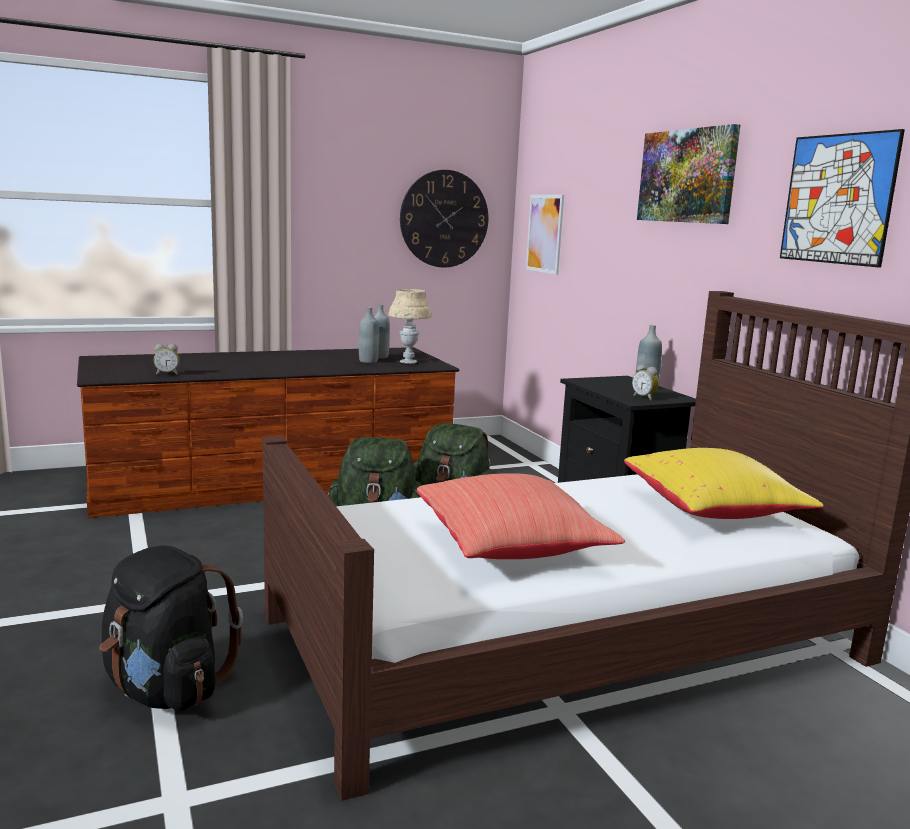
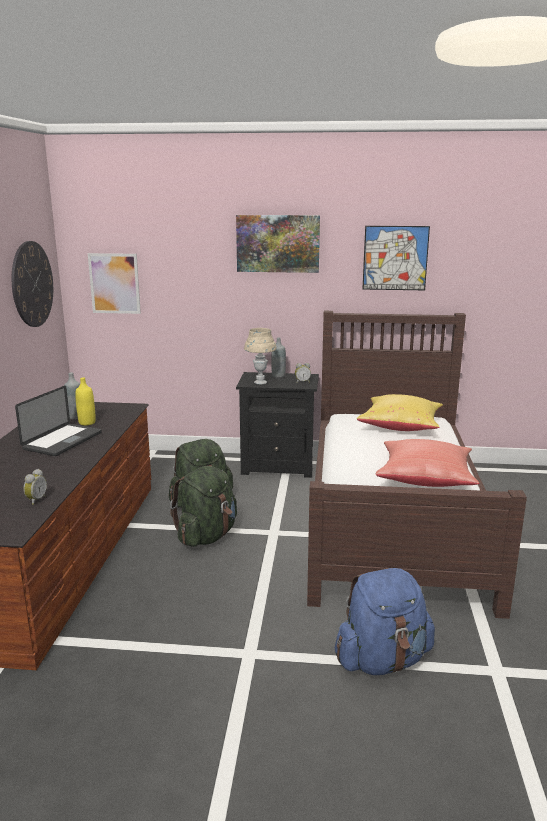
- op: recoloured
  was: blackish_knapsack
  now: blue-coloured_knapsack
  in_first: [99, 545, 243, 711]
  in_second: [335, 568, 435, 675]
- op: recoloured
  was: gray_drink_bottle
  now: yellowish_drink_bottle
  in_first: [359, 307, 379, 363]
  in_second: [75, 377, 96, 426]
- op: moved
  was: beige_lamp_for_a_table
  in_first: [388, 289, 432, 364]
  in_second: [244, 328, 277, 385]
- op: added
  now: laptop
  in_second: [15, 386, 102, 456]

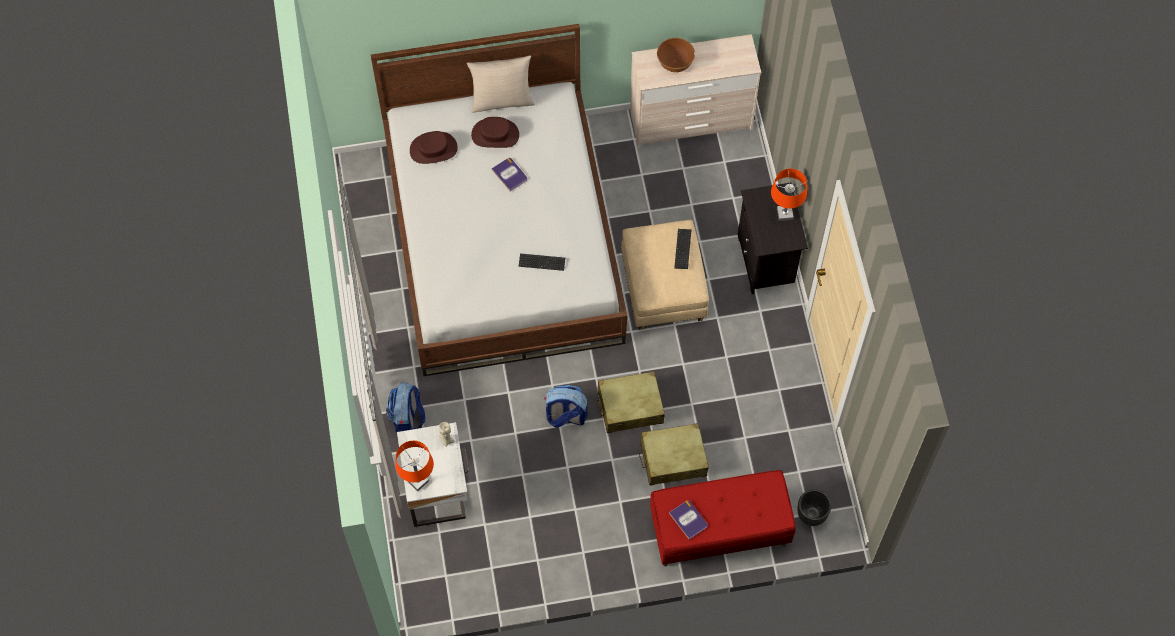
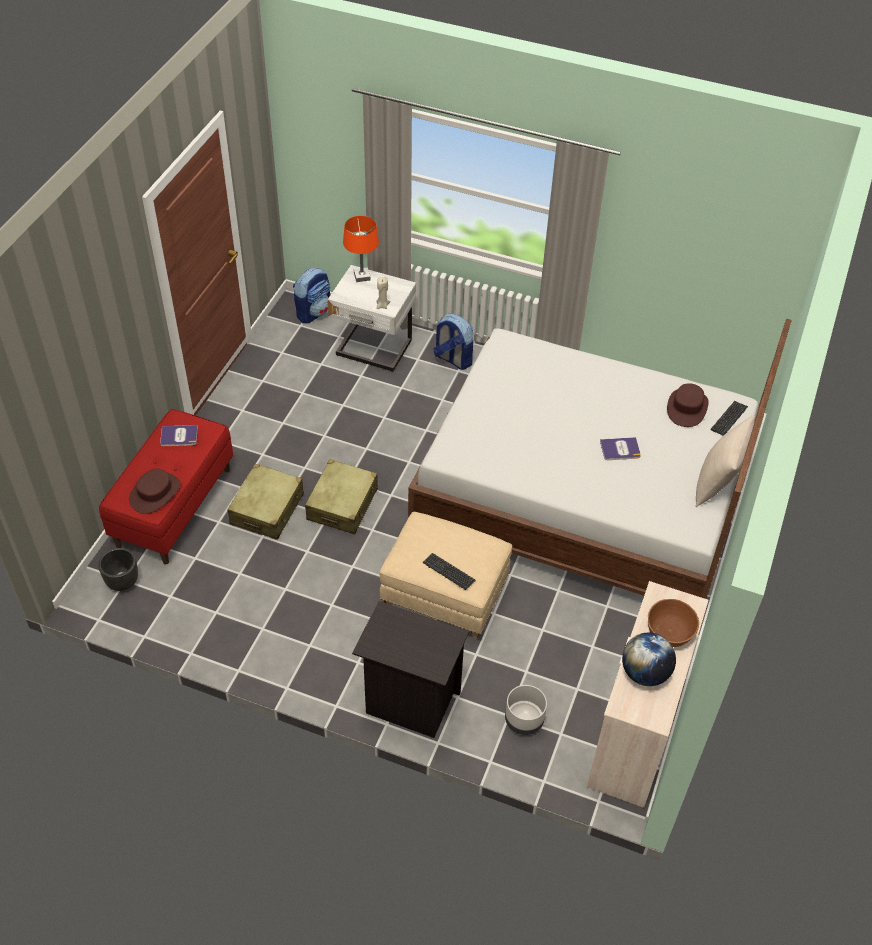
- op: moved
  was: brownish_wearable_hat
  in_first: [471, 117, 519, 148]
  in_second: [129, 468, 181, 514]
- op: moved
  was: keyboard
  in_first: [519, 253, 565, 271]
  in_second: [710, 401, 748, 436]
- op: moved
  was: knapsack
  in_first: [544, 385, 588, 428]
  in_second: [293, 268, 330, 323]
- op: removed
  was: orange-coloured_lamp_for_a_table
  in_first: [771, 169, 807, 221]
- op: added
  now: gray_plant_pot
  in_second: [505, 685, 547, 735]
- op: added
  now: desk_globe
  in_second: [622, 633, 676, 686]

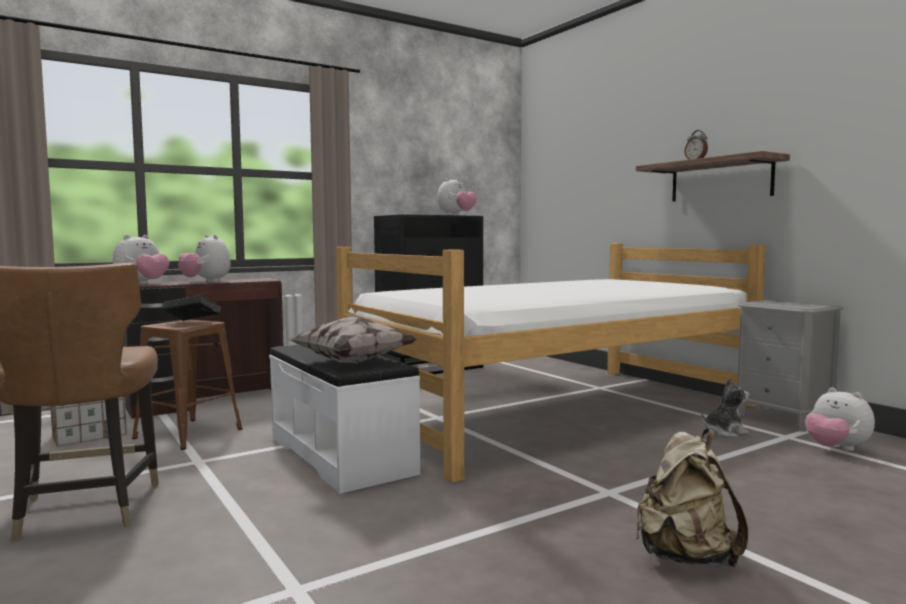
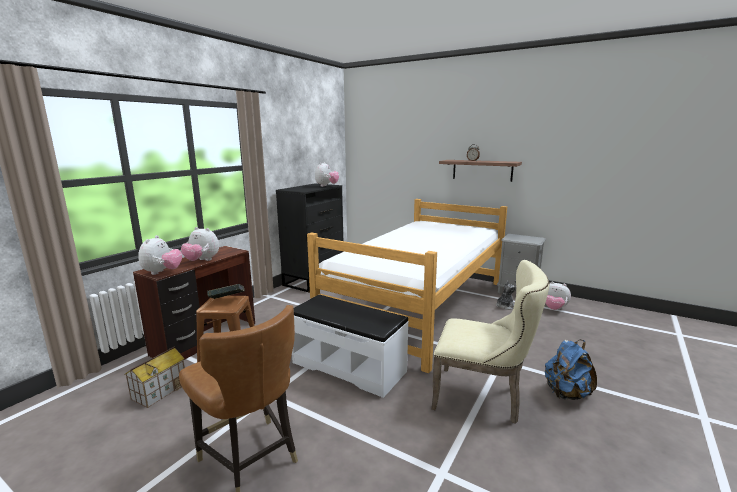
- op: removed
  was: pillow
  in_first: [289, 316, 417, 364]
- op: recoloured
  was: beige_knapsack
  now: blue-coloured_knapsack
  in_first: [635, 429, 748, 567]
  in_second: [545, 340, 597, 400]
- op: added
  now: beige_chair
  in_second: [431, 260, 549, 424]

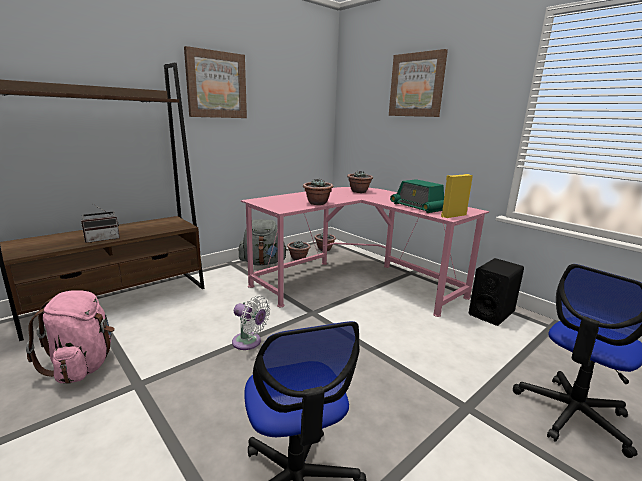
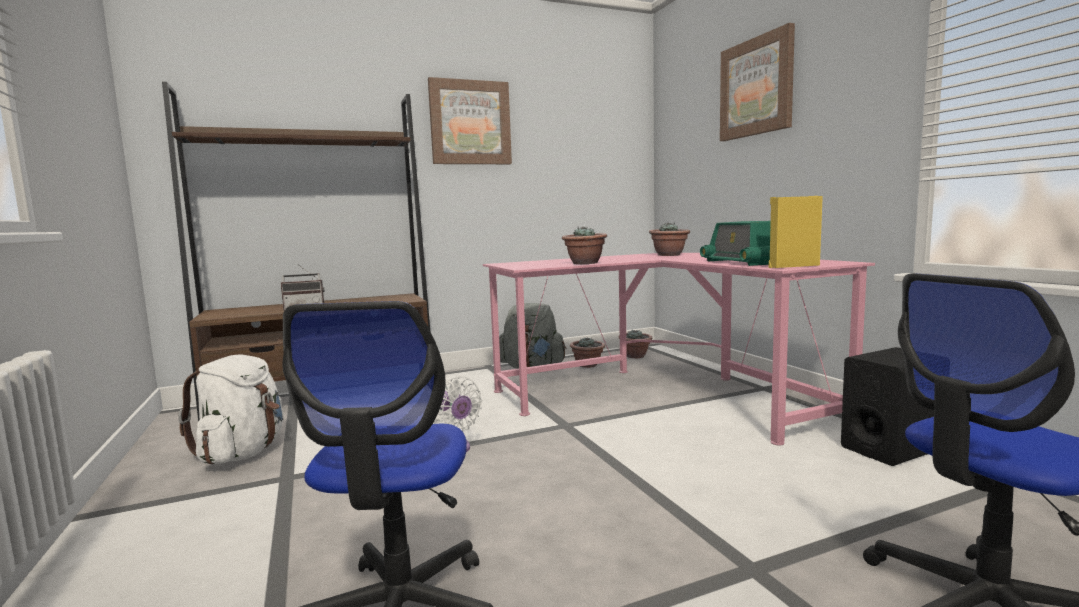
- op: recoloured
  was: pink-coloured_knapsack
  now: whitish_knapsack
  in_first: [26, 290, 115, 384]
  in_second: [178, 355, 283, 465]

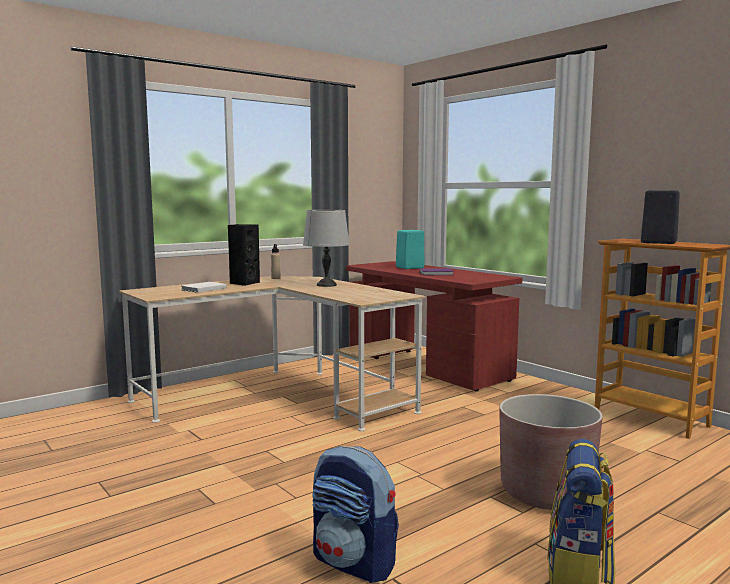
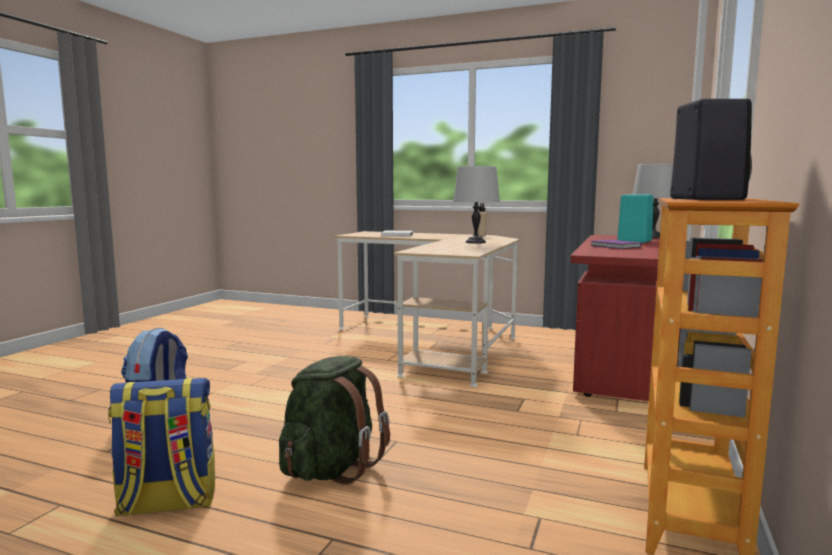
- op: removed
  was: blackish_speaker
  in_first: [228, 224, 260, 286]
- op: replaced
  was: brownish_plant_pot
  now: greenish_knapsack
  in_first: [500, 394, 603, 510]
  in_second: [279, 356, 390, 485]
- op: added
  now: gray_lamp_for_a_table
  in_second: [633, 164, 673, 238]

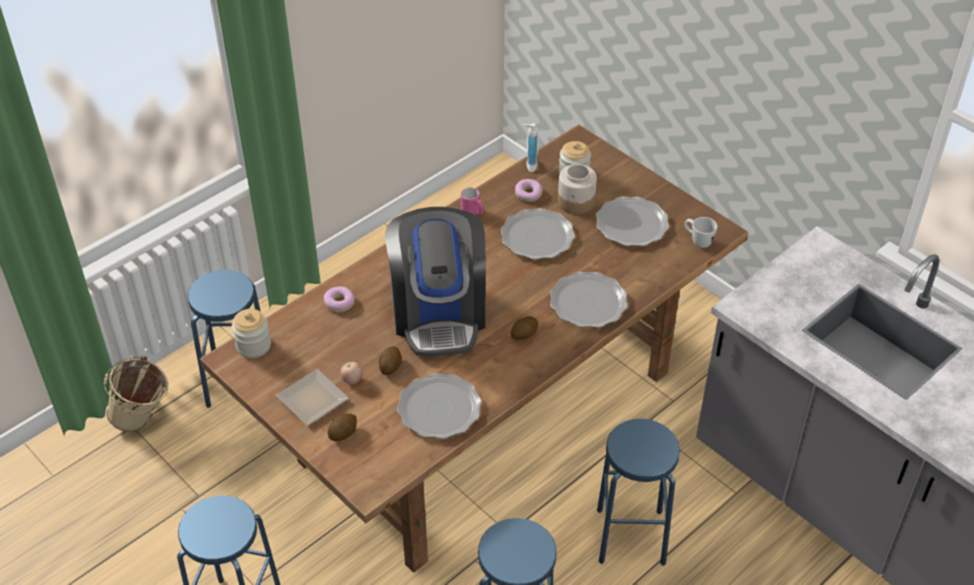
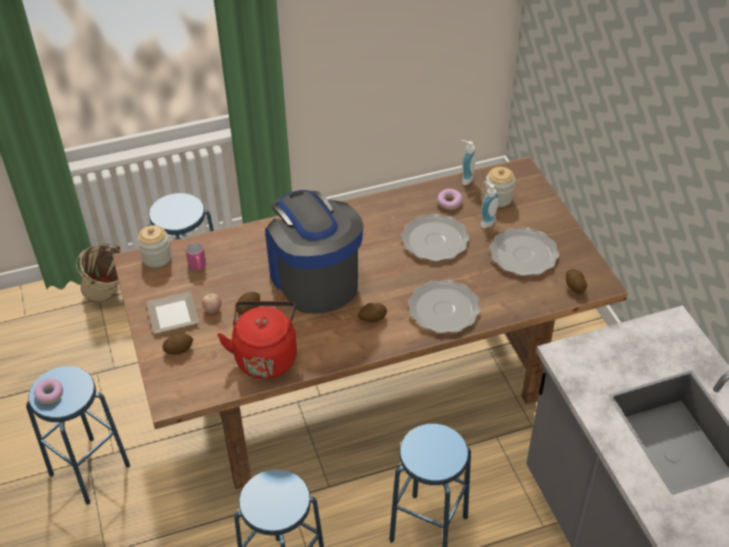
- op: moved
  was: ring_doughnut
  in_first: [324, 286, 354, 312]
  in_second: [34, 378, 63, 404]
- op: turned
  was: coffee_machine
  in_first: [385, 207, 486, 356]
  in_second: [265, 190, 363, 314]
  clockwise: 135
- op: replaced
  was: plate
  now: red-coloured_water_kettle
  in_first: [397, 373, 482, 439]
  in_second: [217, 301, 297, 379]
- op: moved
  was: pink-coloured_mug
  in_first: [461, 187, 484, 216]
  in_second: [185, 242, 206, 270]
- op: replaced
  was: jar
  now: liquid_soap_bottle
  in_first: [558, 164, 597, 215]
  in_second: [481, 181, 499, 228]
- op: replaced
  was: whitish_mug
  now: whole_potato
  in_first: [684, 217, 717, 248]
  in_second: [566, 269, 587, 294]

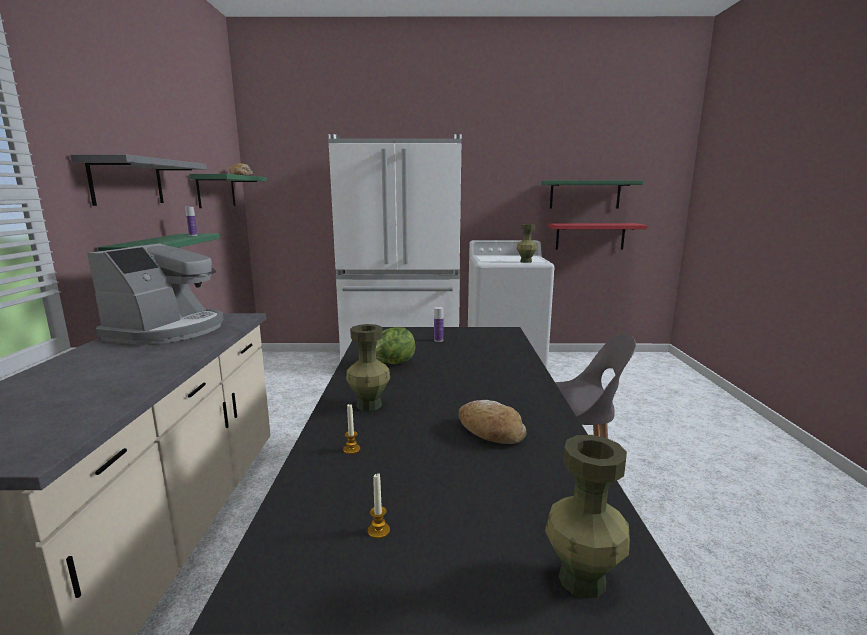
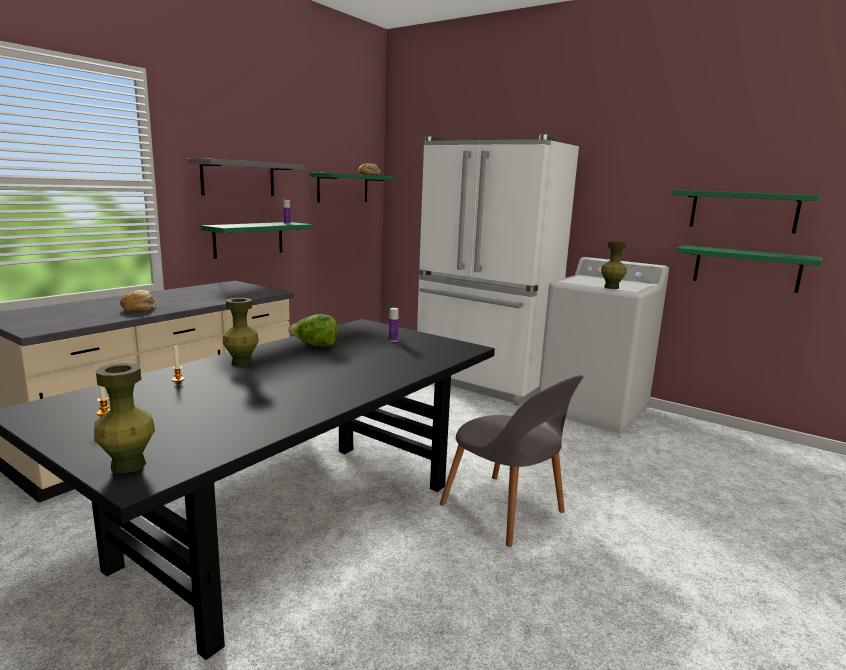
- op: removed
  was: coffee_machine
  in_first: [87, 243, 224, 345]
- op: moved
  was: baked_bread
  in_first: [458, 400, 526, 444]
  in_second: [120, 290, 156, 312]
- op: recoloured
  was: red-coloured_bracket_shelf
  now: greenish_bracket_shelf
  in_first: [547, 223, 648, 249]
  in_second: [676, 245, 823, 293]

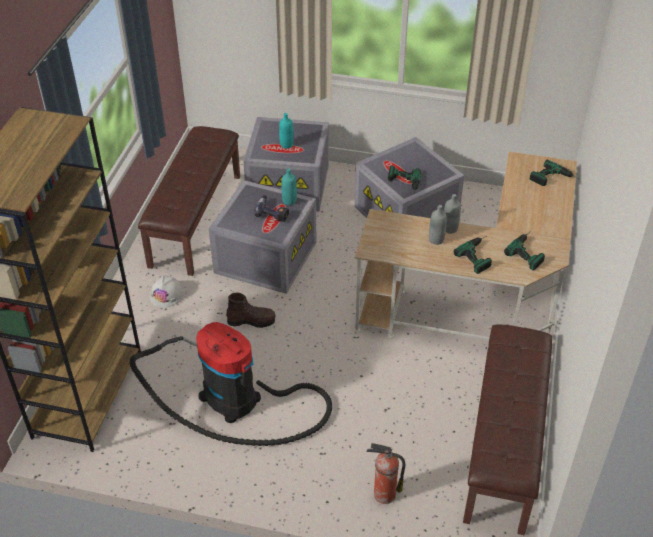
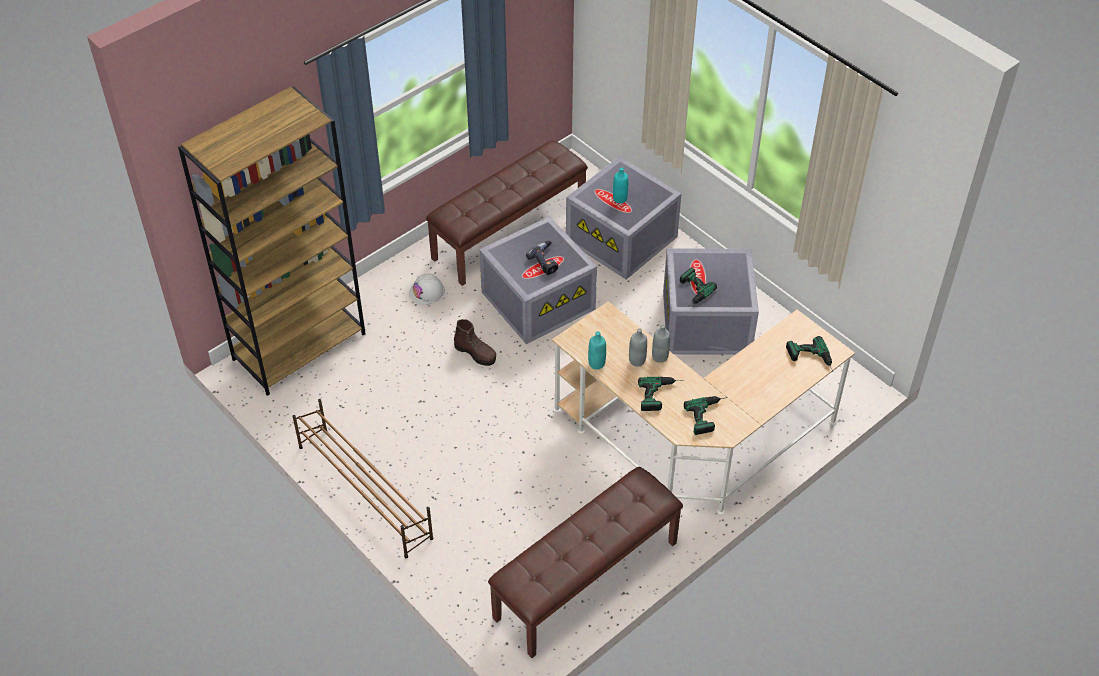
- op: removed
  was: hoover
  in_first: [130, 322, 332, 446]
- op: moved
  was: turquoise_drink_bottle
  in_first: [282, 169, 297, 205]
  in_second: [588, 331, 606, 370]
- op: removed
  was: fire-fighting_cylinder
  in_first: [367, 443, 405, 504]
- op: added
  now: brownish_shoe_stand
  in_second: [293, 399, 433, 558]

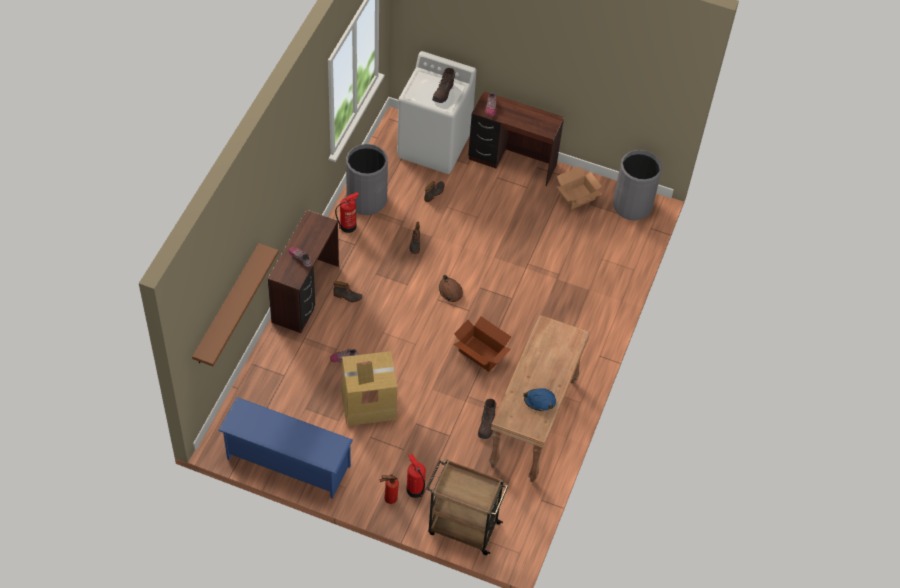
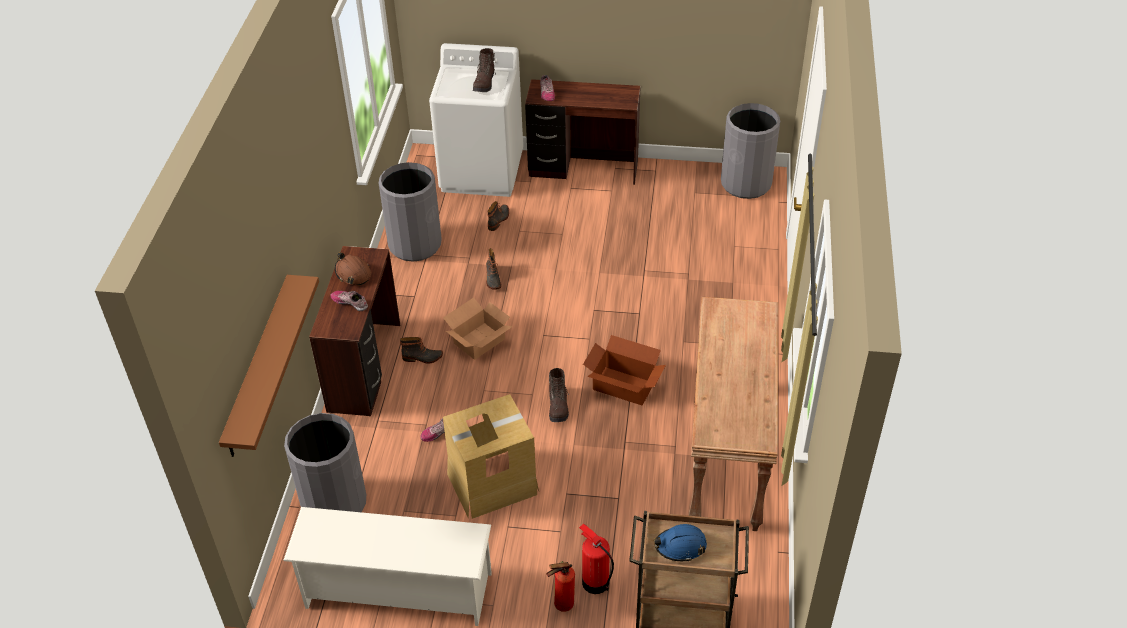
- op: recoloured
  was: blue-coloured_shoe_stand
  now: whitish_shoe_stand
  in_first: [218, 397, 353, 499]
  in_second: [283, 507, 492, 626]
- op: removed
  was: fire-fighting_cylinder
  in_first: [335, 192, 359, 233]
- op: moved
  was: brownish_safety_helmet
  in_first: [439, 275, 463, 302]
  in_second: [335, 252, 371, 286]
- op: moved
  was: brownish_boot
  in_first: [478, 399, 497, 439]
  in_second: [549, 368, 569, 422]
- op: moved
  was: blue-coloured_safety_helmet
  in_first: [524, 388, 556, 411]
  in_second: [654, 524, 707, 562]
- op: moved
  was: carton
  in_first: [556, 166, 602, 210]
  in_second: [443, 298, 513, 360]
- op: added
  now: gray_rubbish_bin
  in_second: [284, 413, 366, 512]

